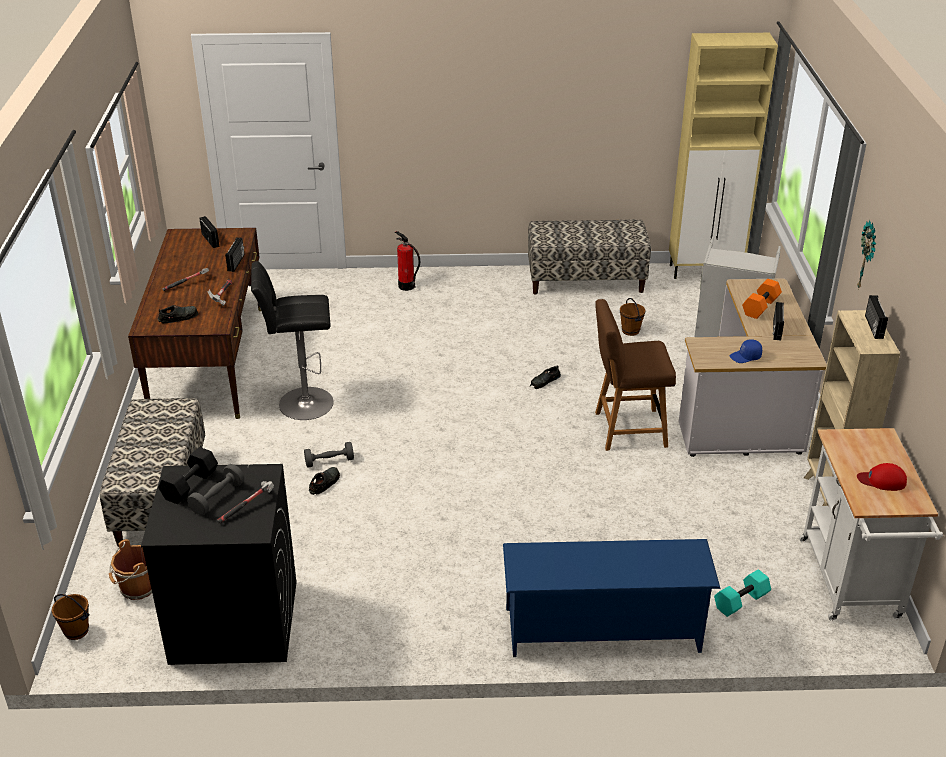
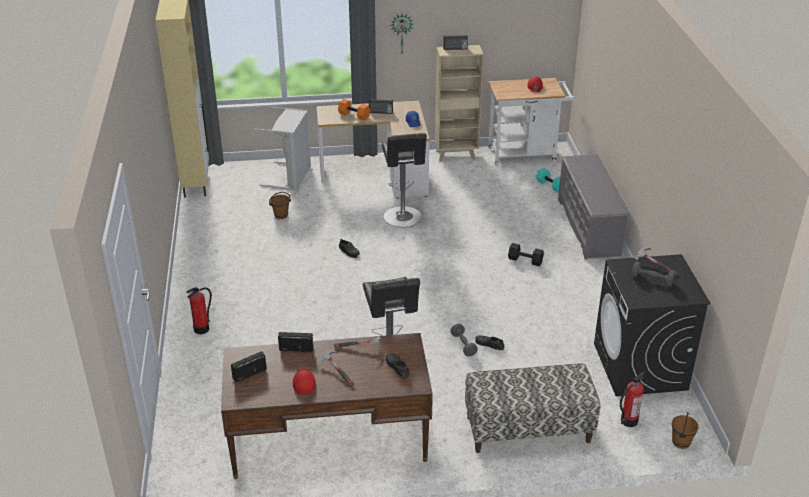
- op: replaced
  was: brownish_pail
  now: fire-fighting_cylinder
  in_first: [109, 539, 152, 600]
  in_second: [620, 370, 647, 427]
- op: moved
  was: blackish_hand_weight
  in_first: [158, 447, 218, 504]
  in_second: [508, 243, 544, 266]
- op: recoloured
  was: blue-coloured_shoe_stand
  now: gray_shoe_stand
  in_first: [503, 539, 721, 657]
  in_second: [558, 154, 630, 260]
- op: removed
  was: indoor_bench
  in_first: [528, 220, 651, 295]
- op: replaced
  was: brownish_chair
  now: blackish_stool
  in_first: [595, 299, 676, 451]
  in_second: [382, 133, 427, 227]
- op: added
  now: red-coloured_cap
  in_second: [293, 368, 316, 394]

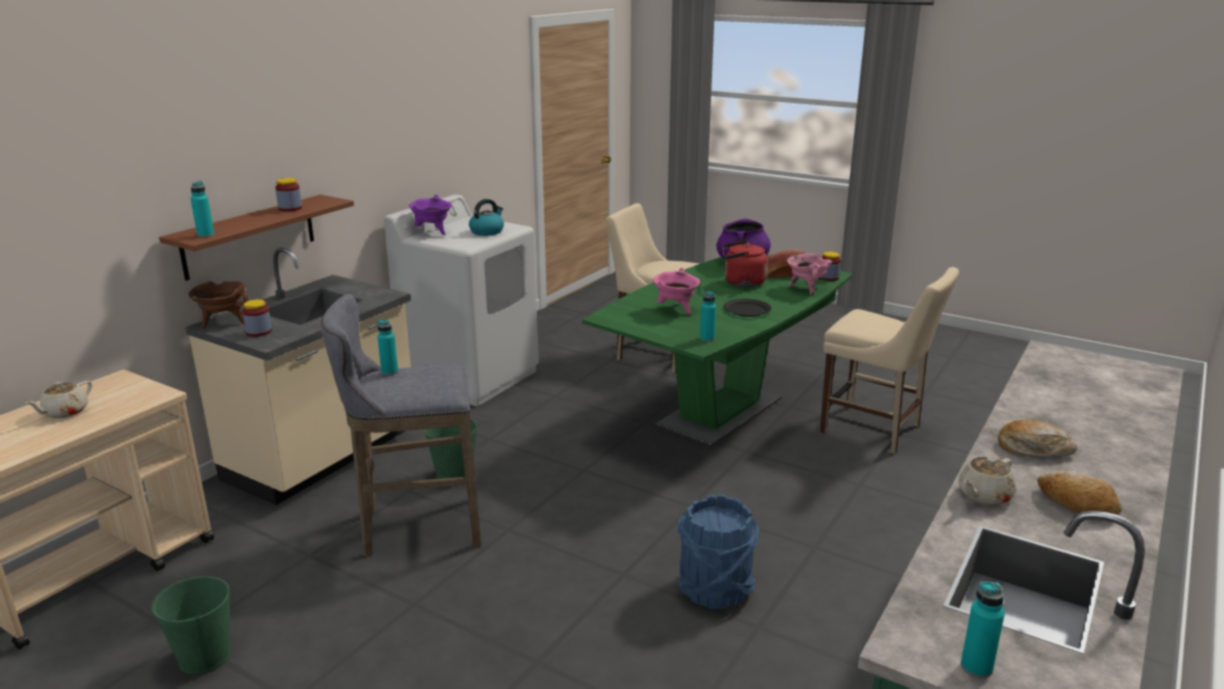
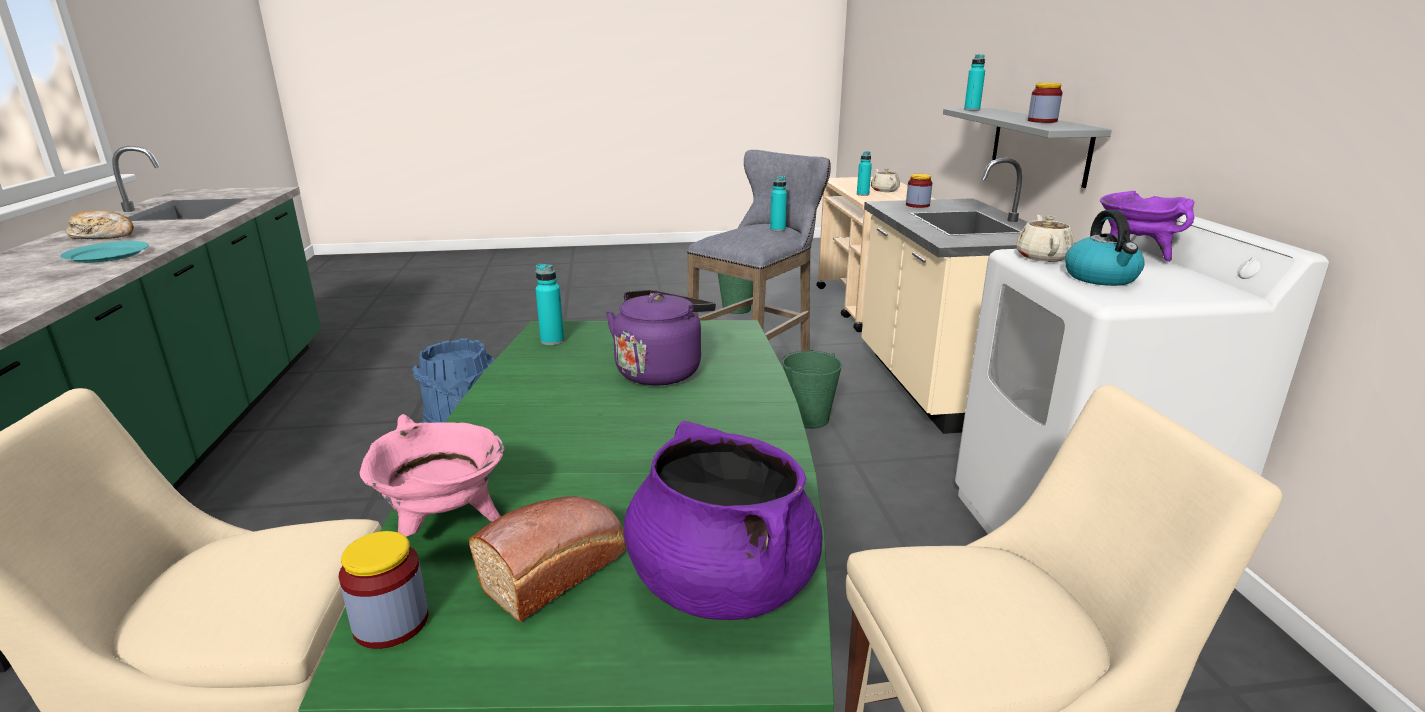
- op: recoloured
  was: brownish_bracket_shelf
  now: gray_bracket_shelf
  in_first: [159, 195, 354, 281]
  in_second: [943, 108, 1112, 188]
- op: removed
  was: brownish_cooking_pot
  in_first: [188, 281, 248, 328]
- op: replaced
  was: pink-coloured_cooking_pot
  now: purple-coloured_water_kettle
  in_first: [653, 268, 700, 315]
  in_second: [606, 290, 716, 385]
- op: removed
  was: red-coloured_water_kettle
  in_first: [722, 240, 768, 287]
- op: removed
  was: blackish_plate
  in_first: [724, 299, 771, 317]
- op: moved
  was: beige_tea_pot
  in_first: [958, 457, 1016, 506]
  in_second: [1017, 215, 1074, 262]
- op: moved
  was: turquoise_drink_bottle
  in_first: [961, 581, 1005, 678]
  in_second: [857, 151, 872, 196]
- op: replaced
  was: baked_bread
  now: turquoise_plate
  in_first: [998, 420, 1077, 458]
  in_second: [60, 241, 149, 263]

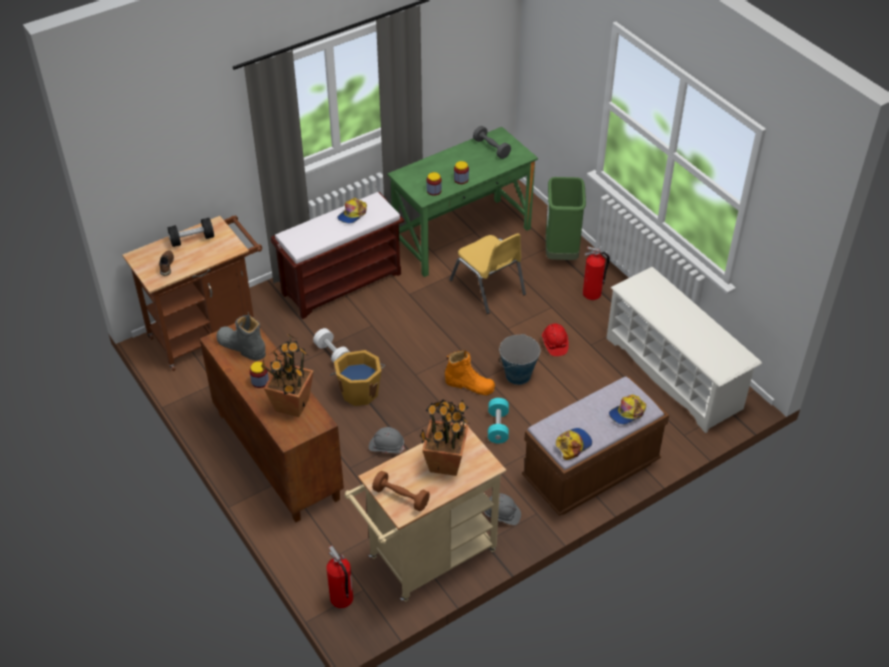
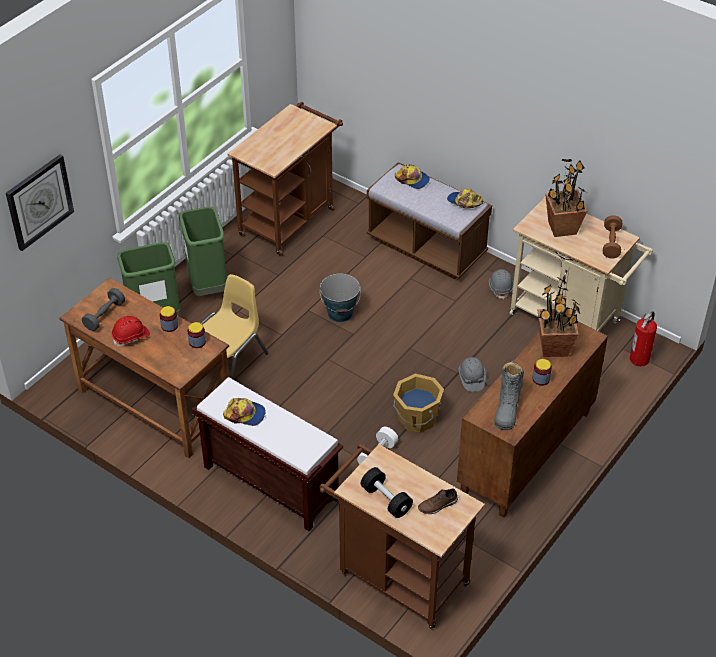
- op: recoloured
  was: greenish_desk
  now: brownish_desk
  in_first: [387, 127, 538, 277]
  in_second: [59, 278, 229, 458]
- op: removed
  was: orange-coloured_boot
  in_first: [445, 350, 495, 396]
- op: removed
  was: turquoise_hand_weight
  in_first: [488, 398, 509, 444]
- op: moved
  was: red-coloured_safety_helmet
  in_first: [542, 324, 569, 356]
  in_second: [112, 316, 150, 346]
- op: replaced
  was: fire-fighting_cylinder
  now: greenish_rubbish_bin
  in_first: [583, 246, 610, 300]
  in_second: [179, 207, 227, 296]
- op: replaced
  was: whitish_shoe_stand
  now: brownish_cart
  in_first: [606, 267, 762, 433]
  in_second: [227, 102, 343, 257]
- op: added
  now: clock_on_the_wall
  in_second: [6, 154, 74, 251]

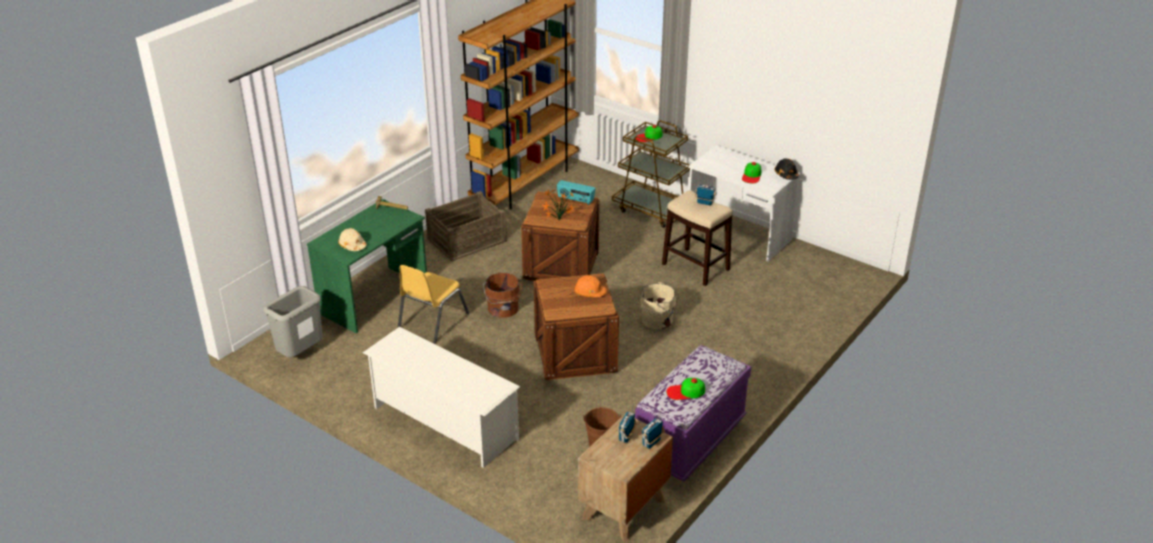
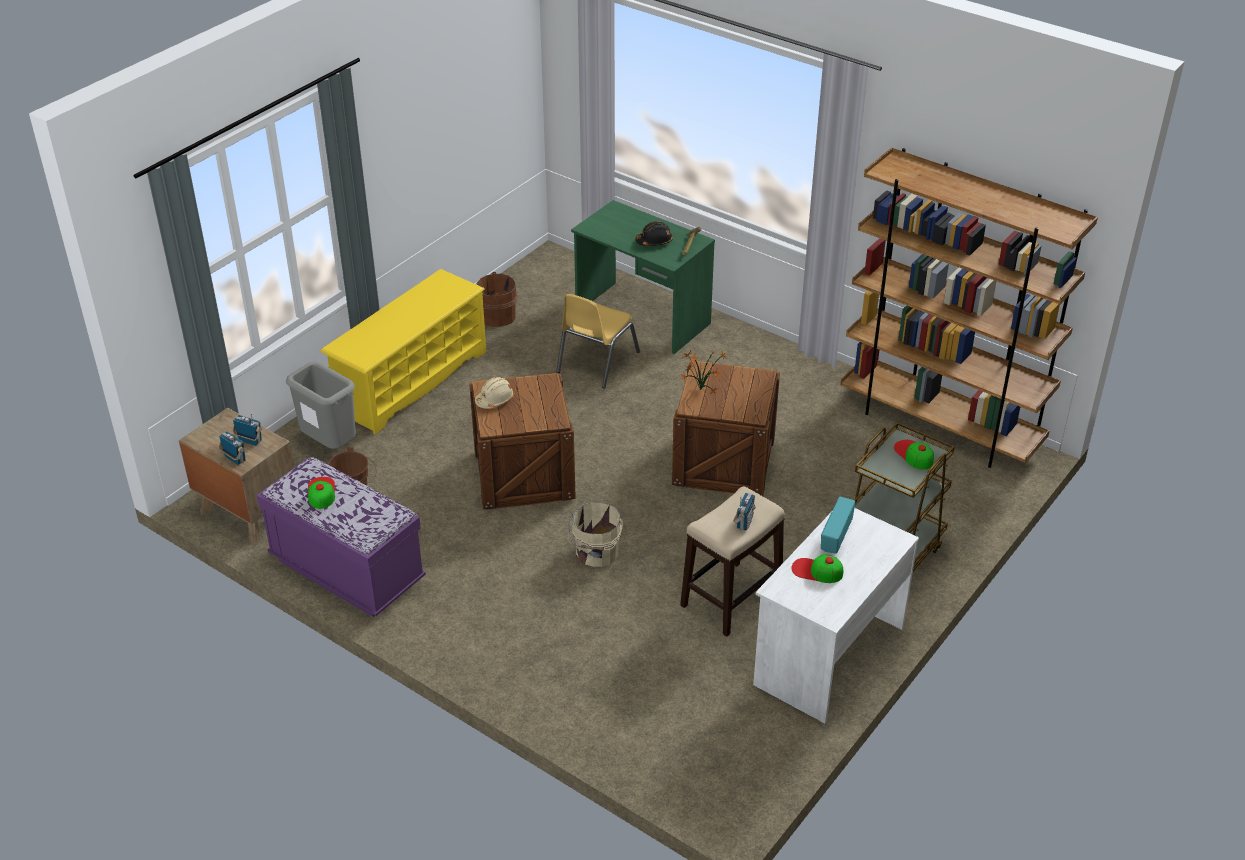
- op: moved
  was: gray_rubbish_bin
  in_first: [263, 286, 322, 357]
  in_second: [286, 362, 356, 449]
- op: moved
  was: beige_safety_helmet
  in_first: [338, 228, 367, 251]
  in_second: [475, 377, 514, 409]
- op: recoloured
  was: whitish_shoe_stand
  now: yellowish_shoe_stand
  in_first: [363, 327, 520, 468]
  in_second: [320, 269, 486, 435]
- op: turned
  was: yellowish_chair
  in_first: [398, 265, 469, 343]
  in_second: [556, 294, 640, 389]
  clockwise: -90
- op: removed
  was: shipping_crate
  in_first: [425, 191, 507, 261]
- op: moved
  was: brownish_pail
  in_first: [483, 273, 522, 318]
  in_second: [476, 272, 517, 327]
- op: moved
  was: radio
  in_first: [557, 180, 595, 205]
  in_second: [821, 497, 855, 554]
- op: removed
  was: orange-coloured_safety_helmet
  in_first: [574, 275, 607, 297]
- op: moved
  was: blackish_safety_helmet
  in_first: [775, 158, 799, 180]
  in_second: [635, 221, 673, 246]

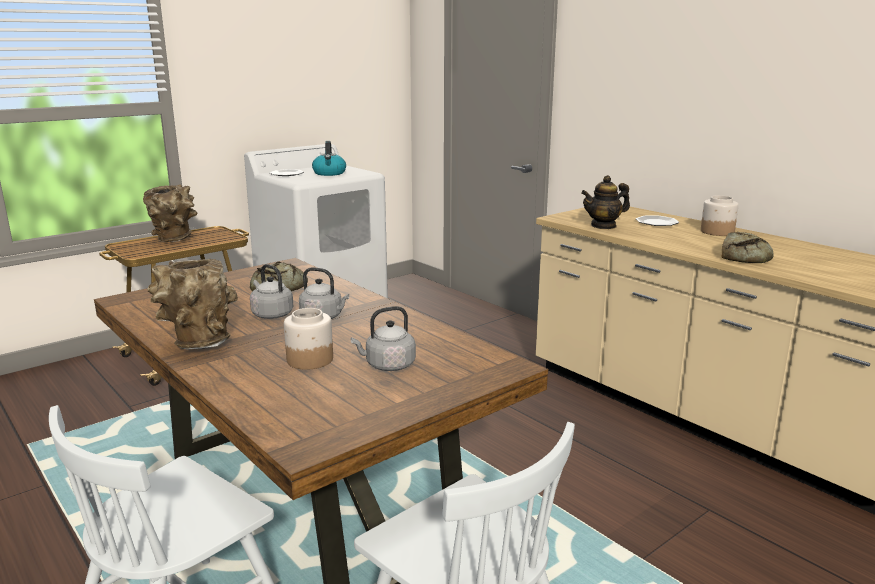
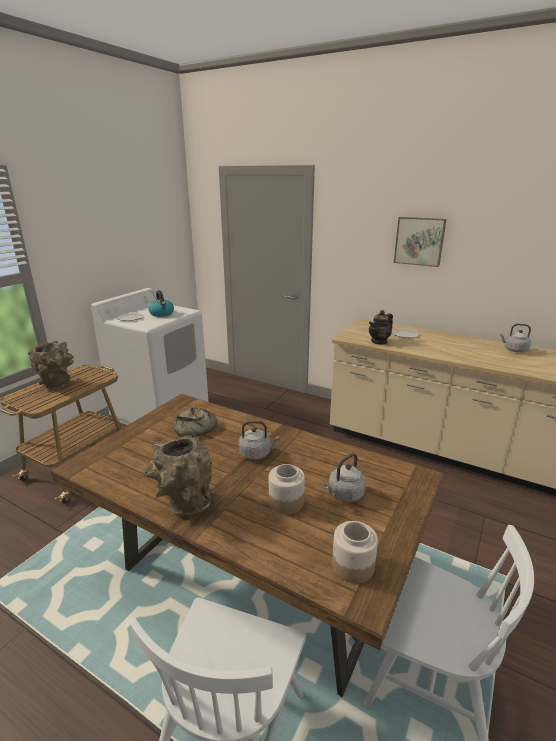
- op: moved
  was: gray_water_kettle
  in_first: [250, 264, 294, 319]
  in_second: [500, 324, 531, 353]
- op: moved
  was: jar
  in_first: [701, 195, 739, 236]
  in_second: [332, 521, 378, 583]
- op: removed
  was: baked_bread
  in_first: [722, 232, 773, 263]
- op: added
  now: picture
  in_second: [394, 217, 447, 267]

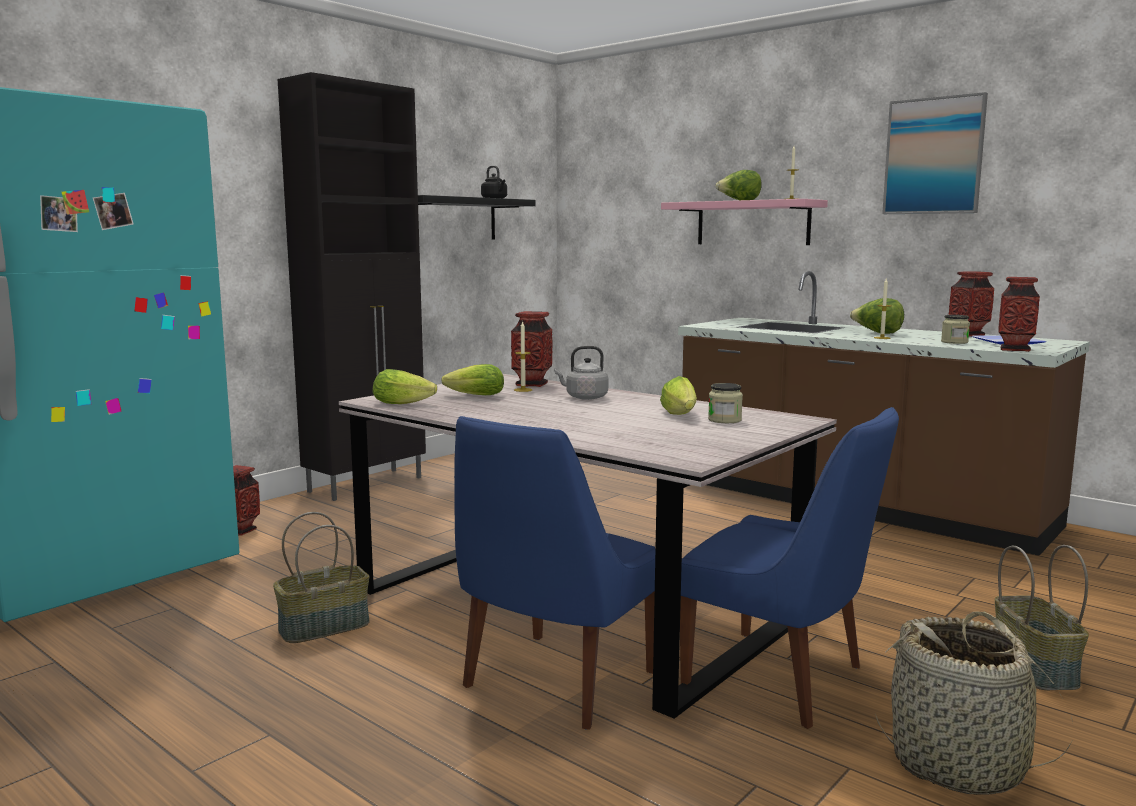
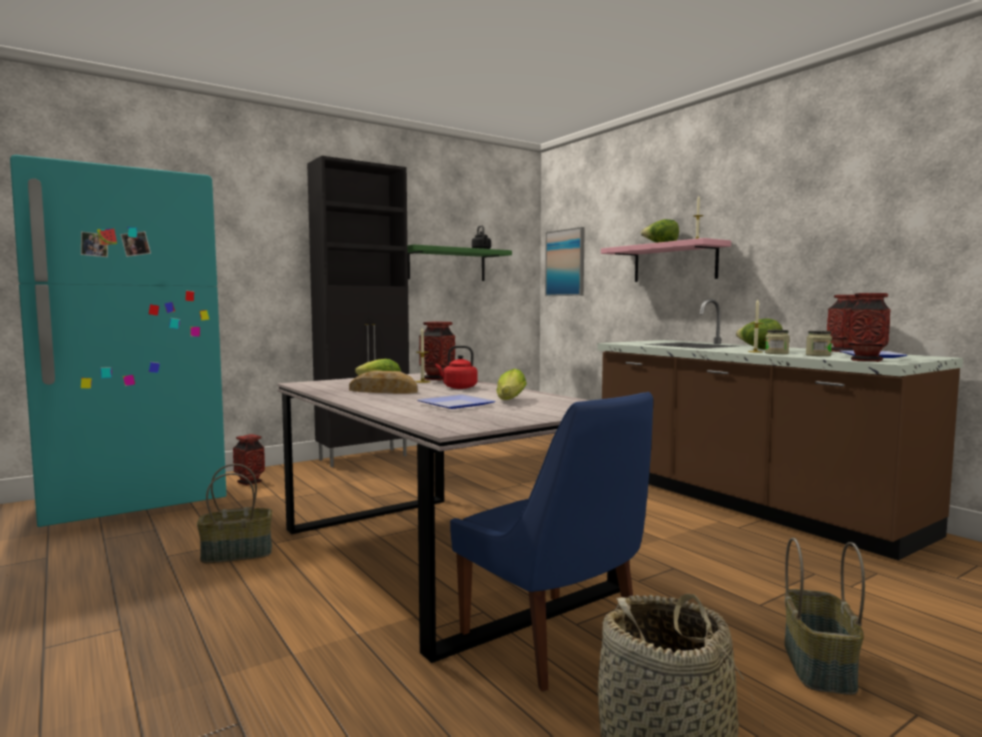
- op: removed
  was: head_of_lettuce
  in_first: [372, 369, 437, 404]
- op: recoloured
  was: blackish_bracket_shelf
  now: greenish_bracket_shelf
  in_first: [418, 195, 536, 239]
  in_second: [408, 244, 512, 281]
- op: removed
  was: blue-coloured_chair
  in_first: [454, 416, 655, 730]
- op: recoloured
  was: gray_water_kettle
  now: red-coloured_water_kettle
  in_first: [554, 346, 608, 400]
  in_second: [435, 345, 478, 389]
- op: moved
  was: jar
  in_first: [708, 383, 743, 423]
  in_second: [765, 330, 790, 354]
- op: moved
  was: picture
  in_first: [882, 92, 988, 214]
  in_second: [545, 227, 585, 296]
- op: added
  now: baked_bread
  in_second: [349, 371, 418, 394]
- op: added
  now: plate
  in_second: [417, 394, 496, 409]

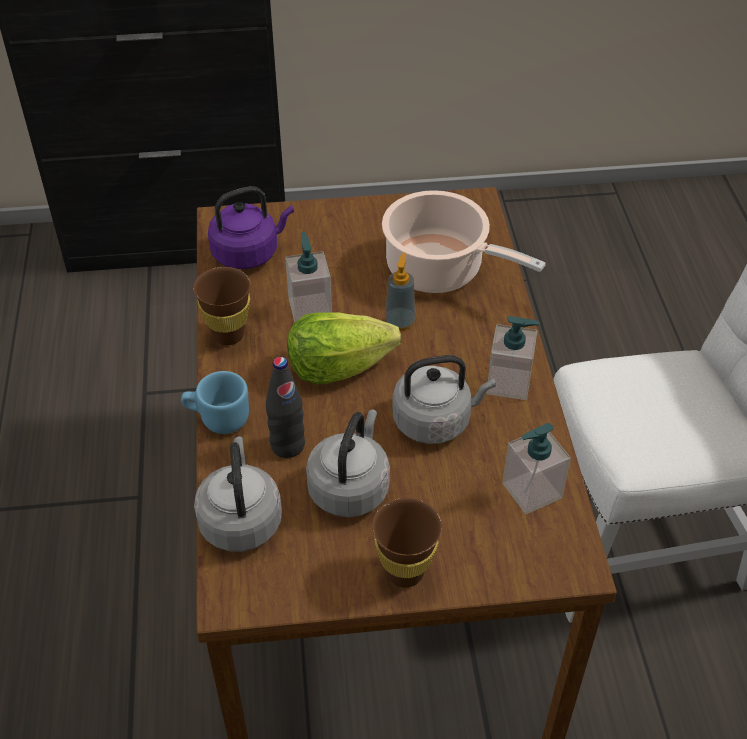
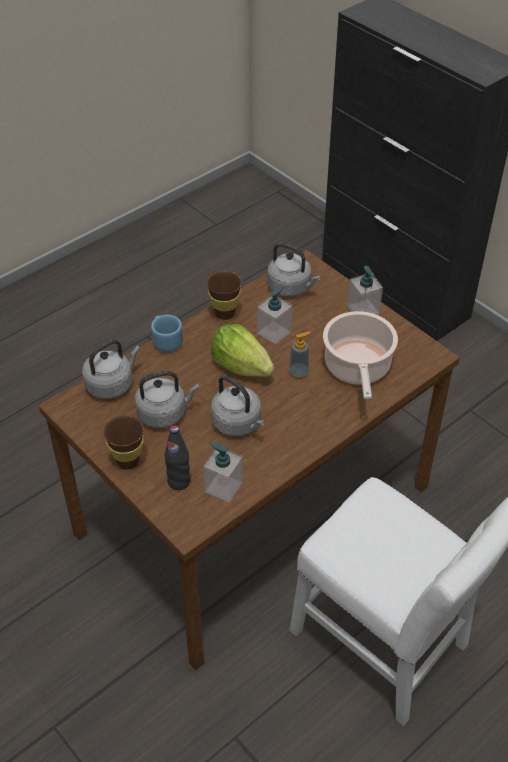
- op: recoloured
  was: purple-coloured_water_kettle
  now: gray_water_kettle
  in_first: [208, 186, 294, 269]
  in_second: [267, 243, 321, 297]
- op: moved
  was: blackish_drink_bottle
  in_first: [266, 357, 305, 458]
  in_second: [165, 426, 191, 490]
- op: moved
  was: liquid_soap_bottle
  in_first: [487, 316, 540, 400]
  in_second: [348, 266, 383, 315]

